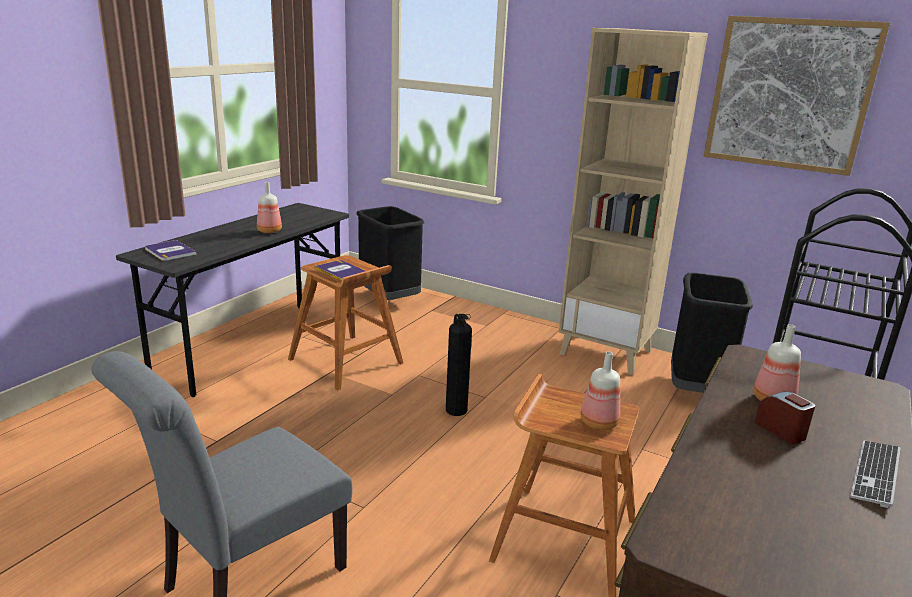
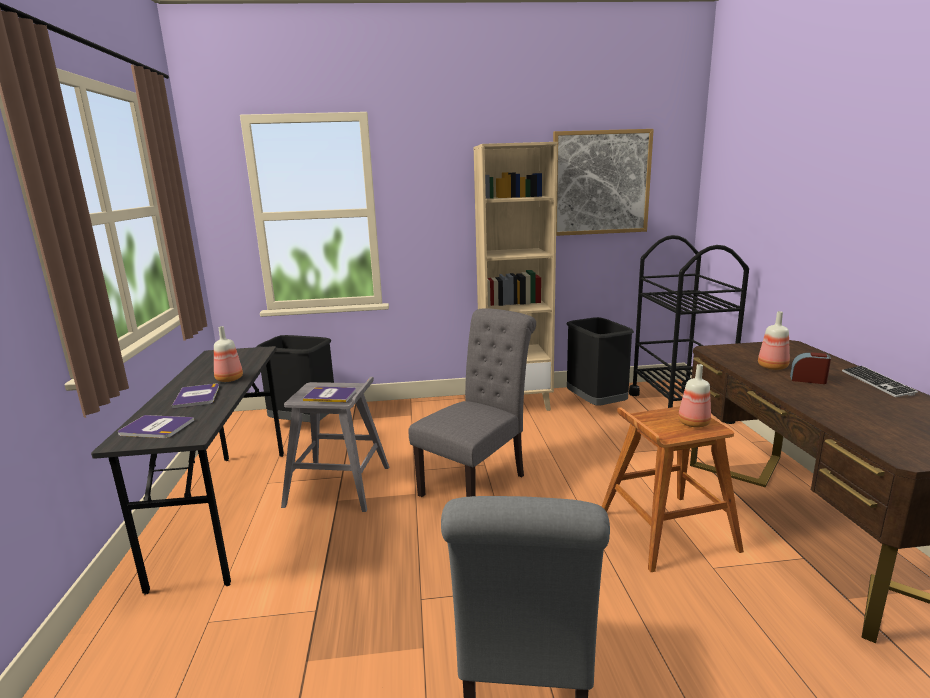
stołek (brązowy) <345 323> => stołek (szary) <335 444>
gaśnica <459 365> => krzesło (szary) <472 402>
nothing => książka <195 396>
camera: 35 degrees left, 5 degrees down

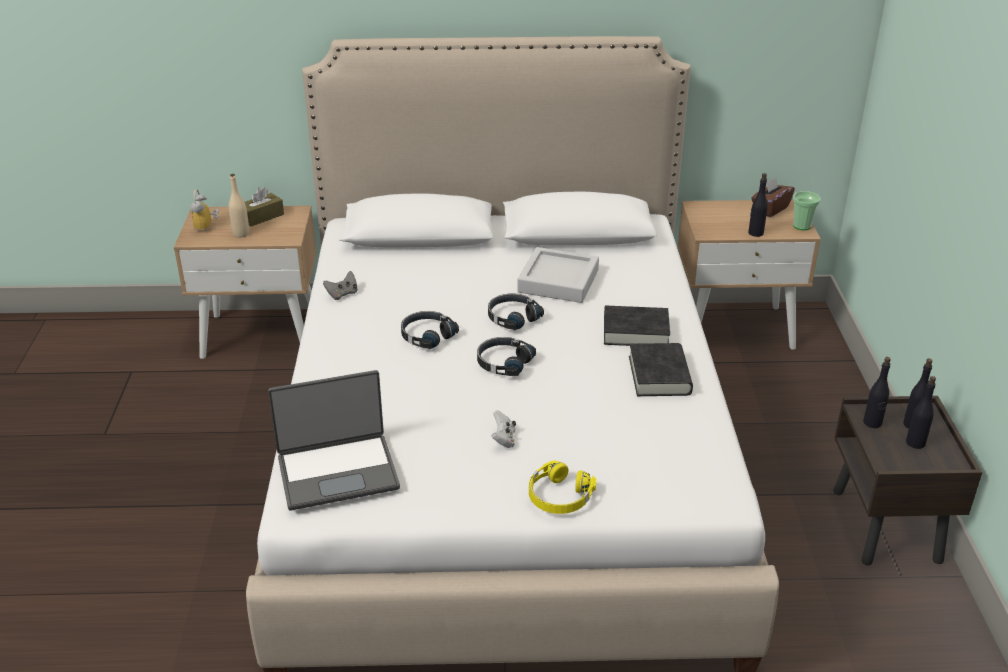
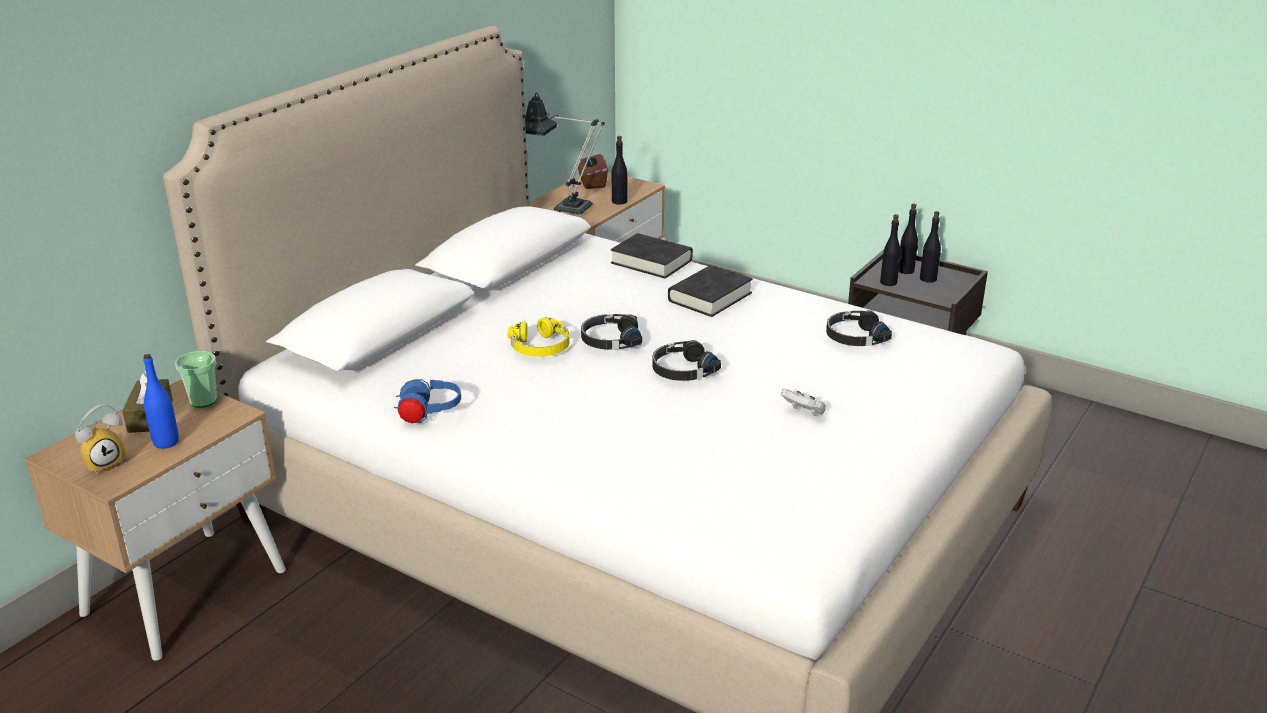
budzik <204 211> => budzik <100 439>, 75 degrees counterclockwise
butelka (beżowy) <239 206> => butelka (niebieski) <161 401>
laptop <334 440> => nothing
pad do gier (szary) <340 285> => słuchawki (niebieski) <427 401>
słuchawki (czarny) <430 330> => słuchawki (czarny) <859 328>, shifted
taca (szary) <558 275> => nothing
słuchawki (żółty) <562 487> => słuchawki (żółty) <538 337>, shifted
książka (czarny) <661 369> => książka (czarny) <652 256>, shifted
filiżanka <807 210> => filiżanka <196 379>, shifted
nothing => lampa stołowa <565 153>
camera: 55 degrees left, 5 degrees down

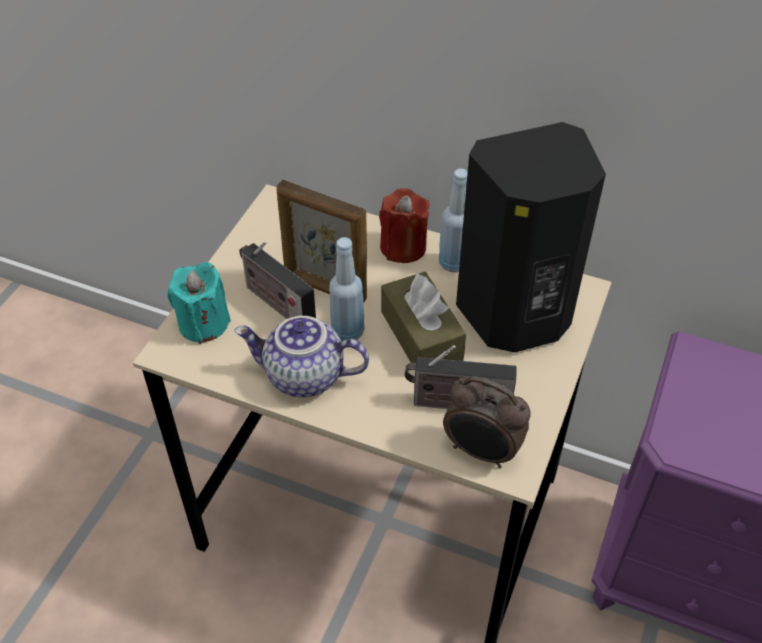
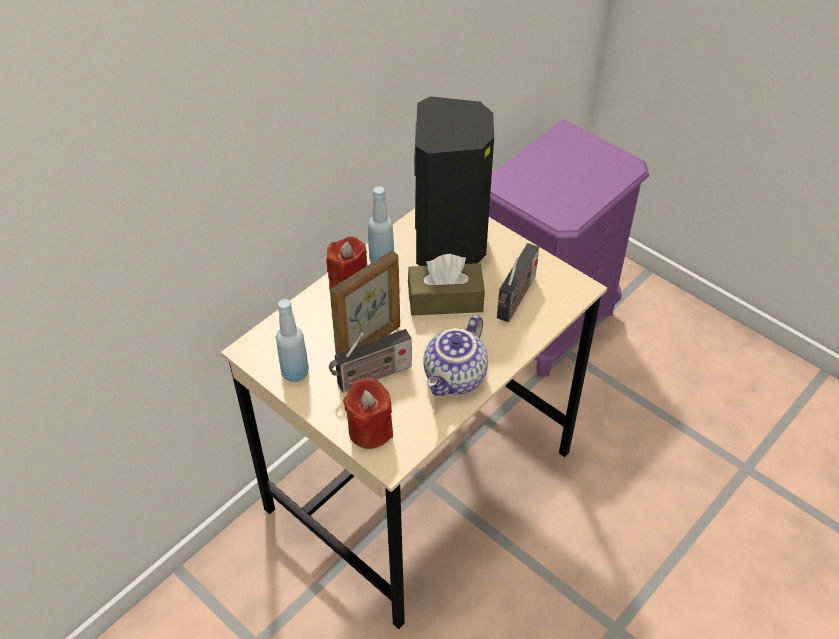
świeca (turkusowy) <199 303> => świeca (czerwony) <368 413>
butelka (niebieski) <347 289> => butelka (niebieski) <292 340>, shifted
budzik <486 422> => nothing
camera: 70 degrees left, 0 degrees up

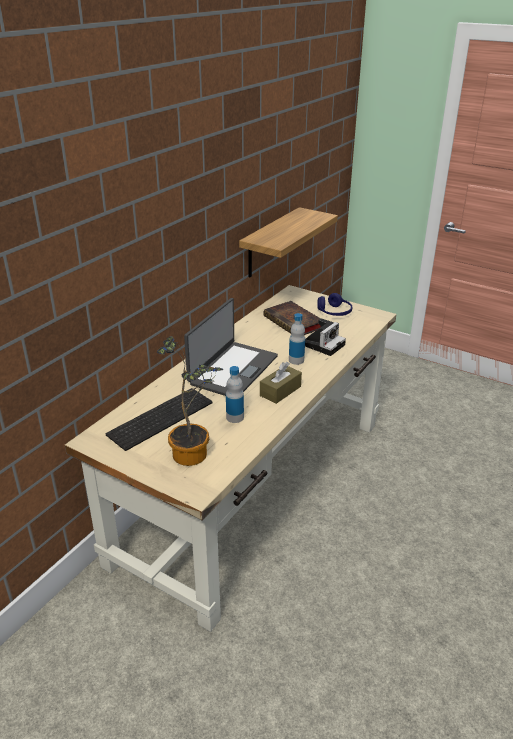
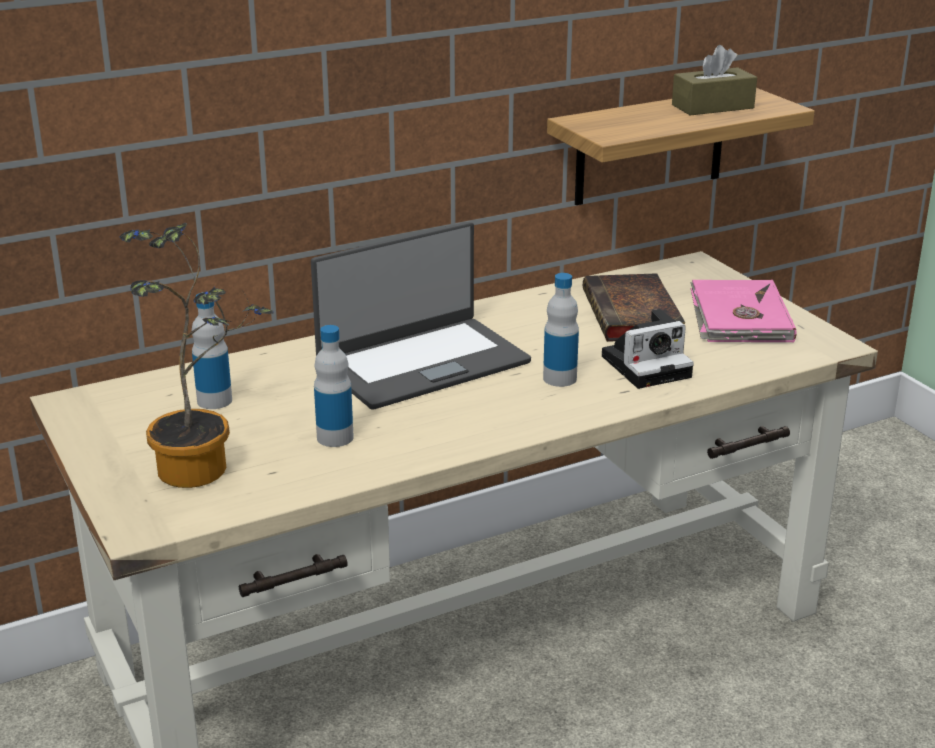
klawiatura <159 419> => butelka <212 350>
pudełko chusteczek (brązowy) <281 383> => pudełko chusteczek (brązowy) <714 80>, shifted
słuchawki (niebieski) <334 304> => książka (różowy) <743 311>
camera: 30 degrees right, 5 degrees down

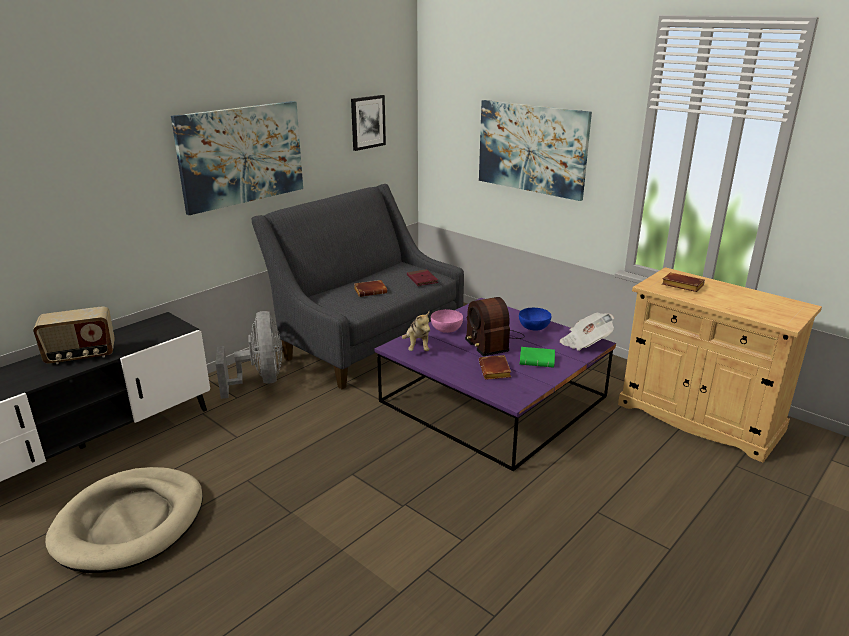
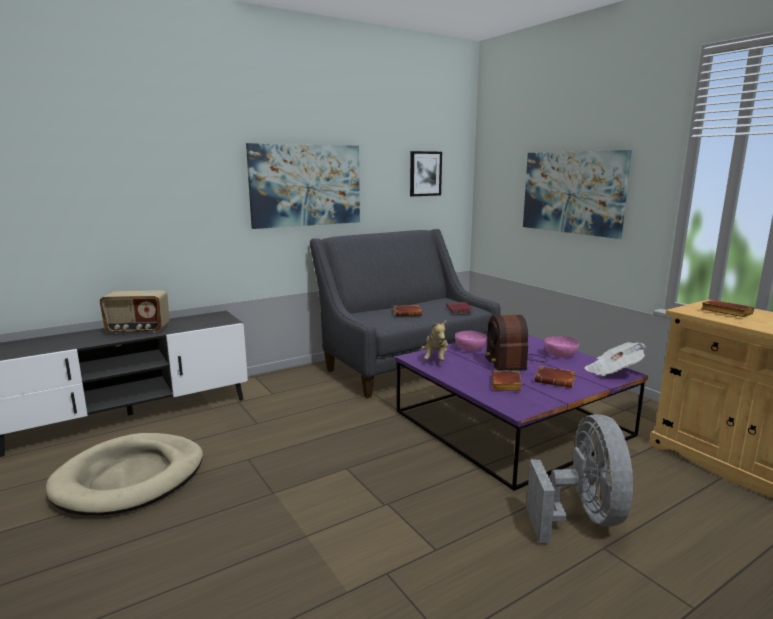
wentylator (szary) <249 355> => wentylator (szary) <580 478>, shifted
miska (niebieski) <535 319> => miska (różowy) <561 347>
książka (zielony) <537 357> => książka (brązowy) <555 377>
camera: 15 degrees right, 10 degrees down

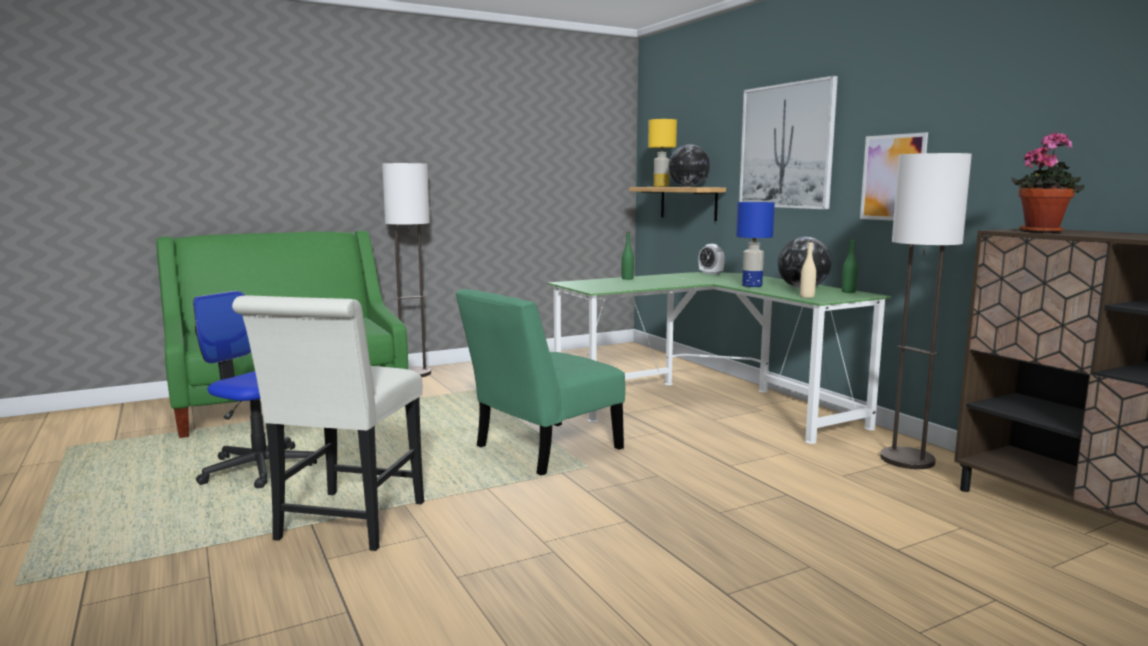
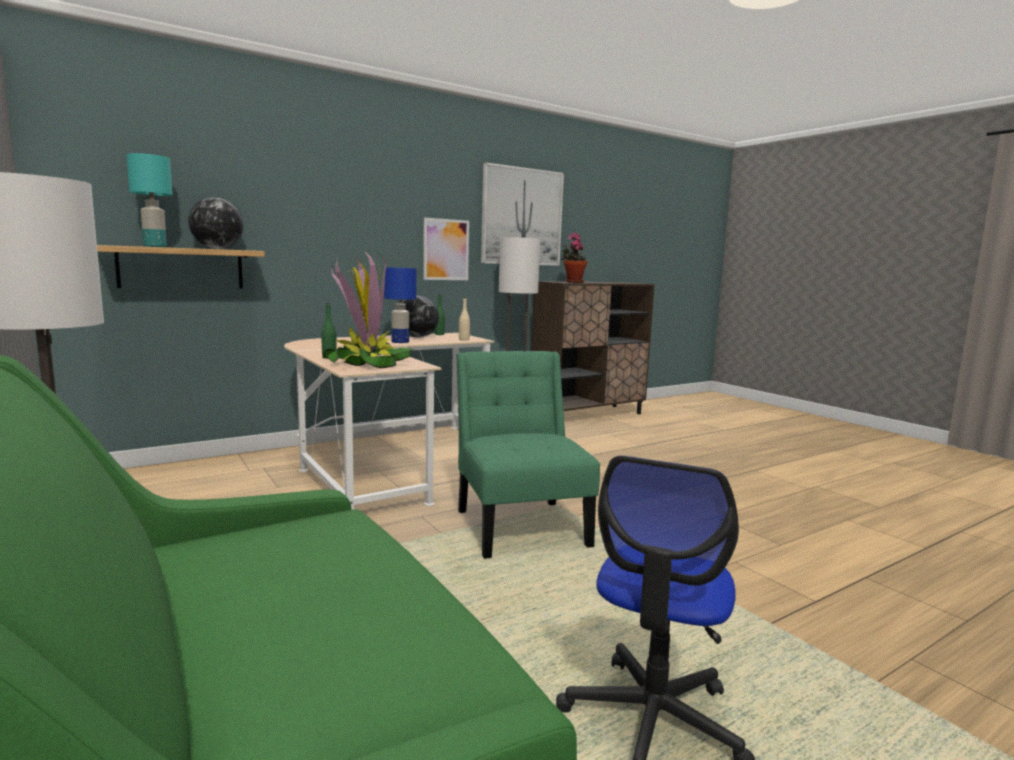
krzesło (biały) <328 423> => nothing
krzesło (zielony) <540 382> => krzesło (zielony) <528 455>, 150 degrees counterclockwise
biurko (zielony) <720 358> => biurko (beżowy) <389 421>
lampa stołowa (żółty) <662 153> => lampa stołowa (turkusowy) <149 200>
budzik <712 259> => nothing
obraz <788 142> => obraz <522 214>, shifted
nothing => roślina doniczkowa <368 309>
camera: 95 degrees left, 0 degrees up

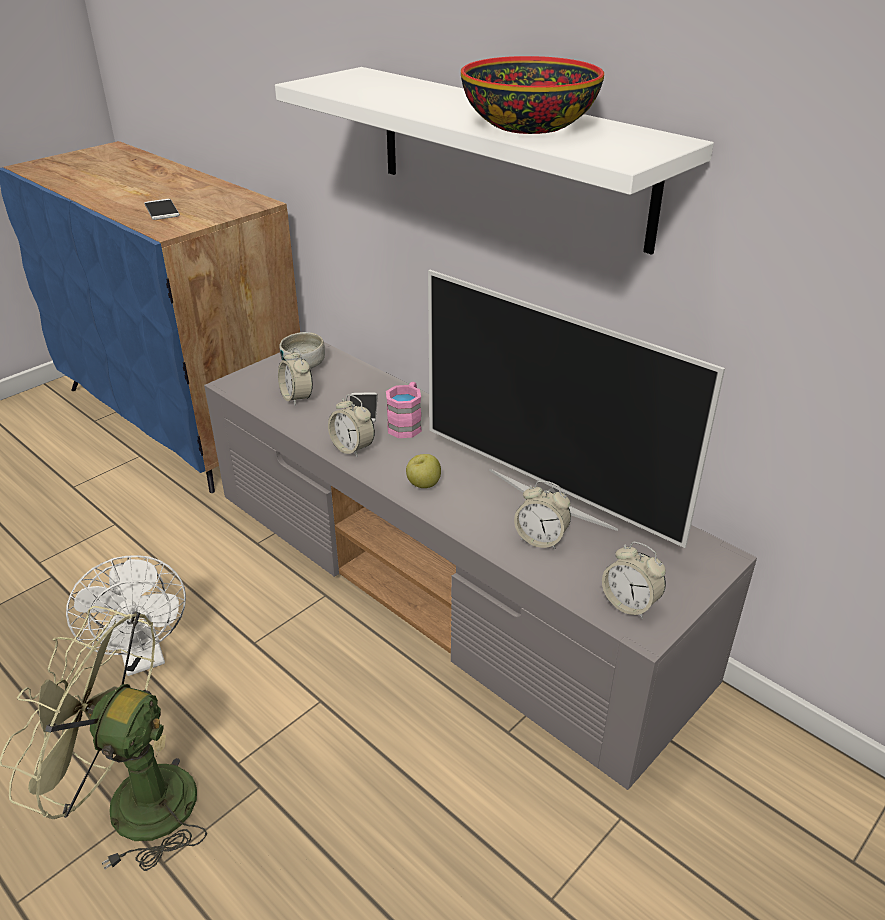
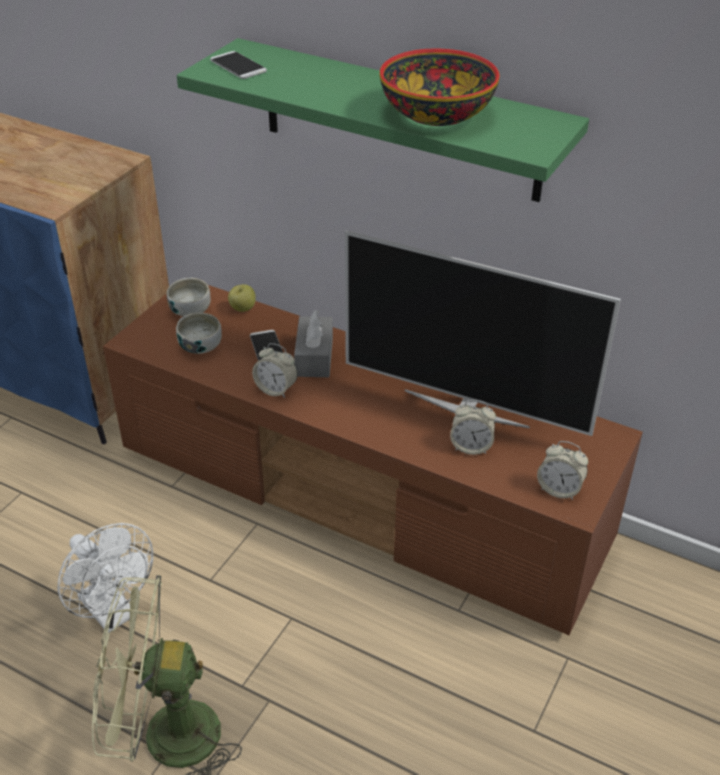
telefon <162 209> => telefon <238 65>, shifted
szafka pod telewizor (szary) <480 566> => szafka pod telewizor (brązowy) <373 460>
półka (biały) <494 161> => półka (zielony) <383 120>
budzik <295 376> => miska <199 333>
kubek (różowy) <404 410> => pudełko chusteczek (szary) <313 343>
jabłko <423 471> => jabłko <242 298>, shifted
camera: 15 degrees left, 5 degrees up

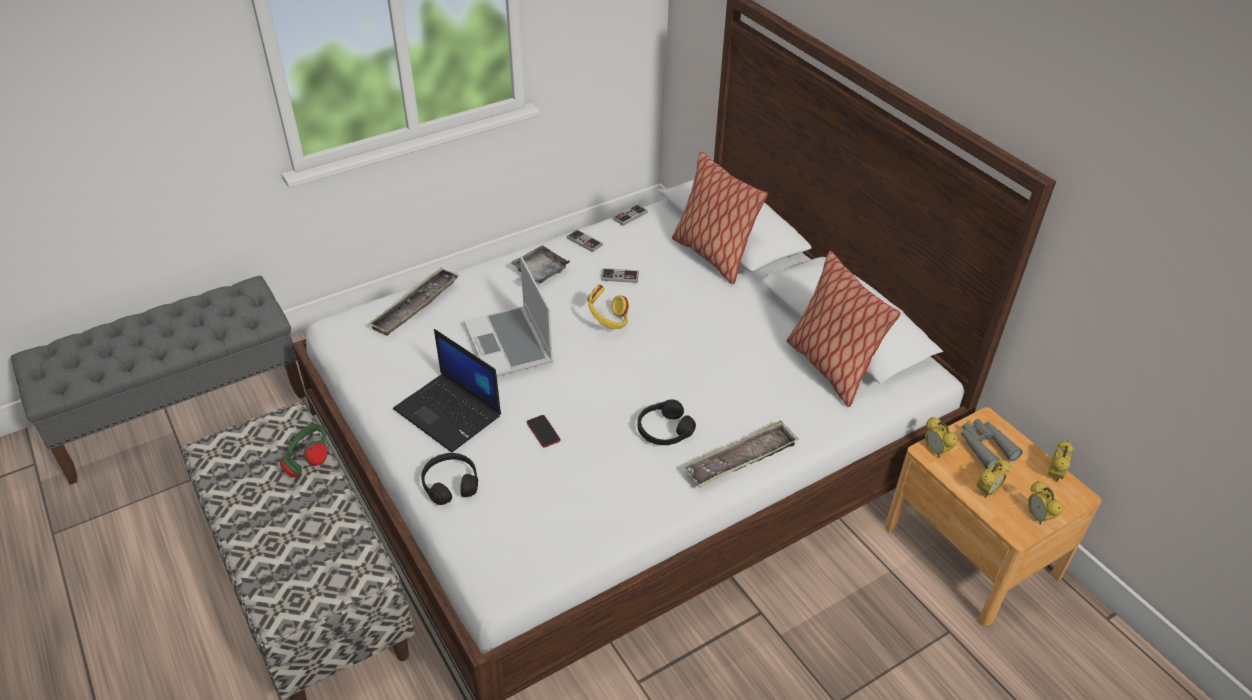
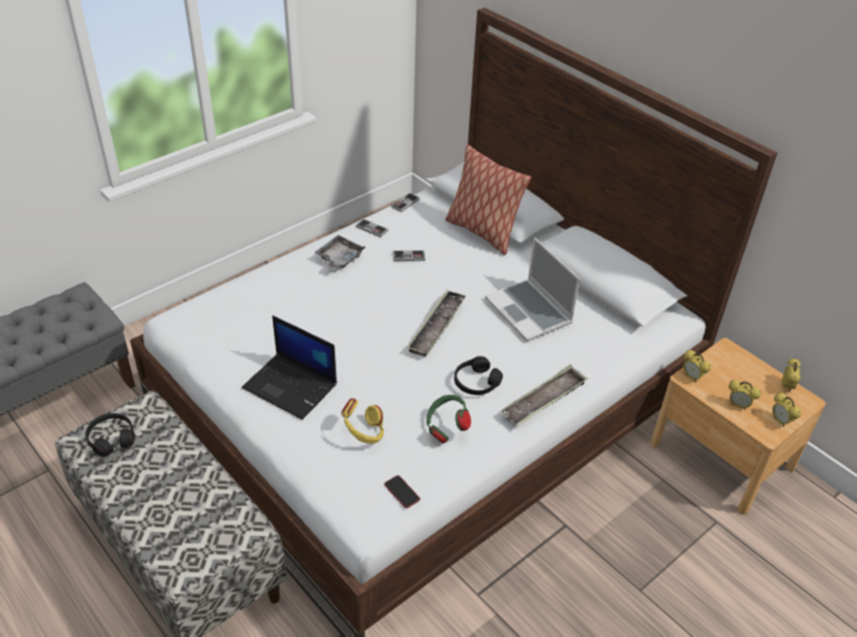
słuchawki (zielony) <303 450> => słuchawki (zielony) <448 419>, shifted
taca <414 302> => taca <436 323>, shifted
słuchawki (czarny) <449 479> => słuchawki (czarny) <110 434>, shifted
laptop <508 316> => laptop <532 289>, shifted
telefon <544 431> => telefon <402 491>, shifted
słuchawki (żółty) <608 307> => słuchawki (żółty) <362 421>, shifted
poduszka <844 329> => nothing
lornetka (szary) <992 444> => nothing
budzik <994 479> => budzik <745 395>, 75 degrees clockwise
camera: 10 degrees left, 0 degrees up

